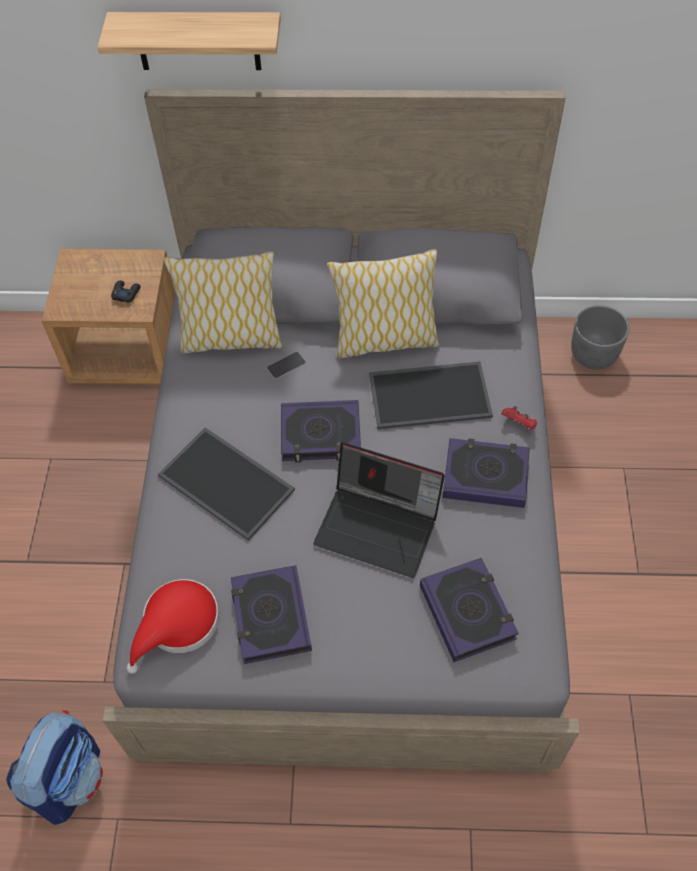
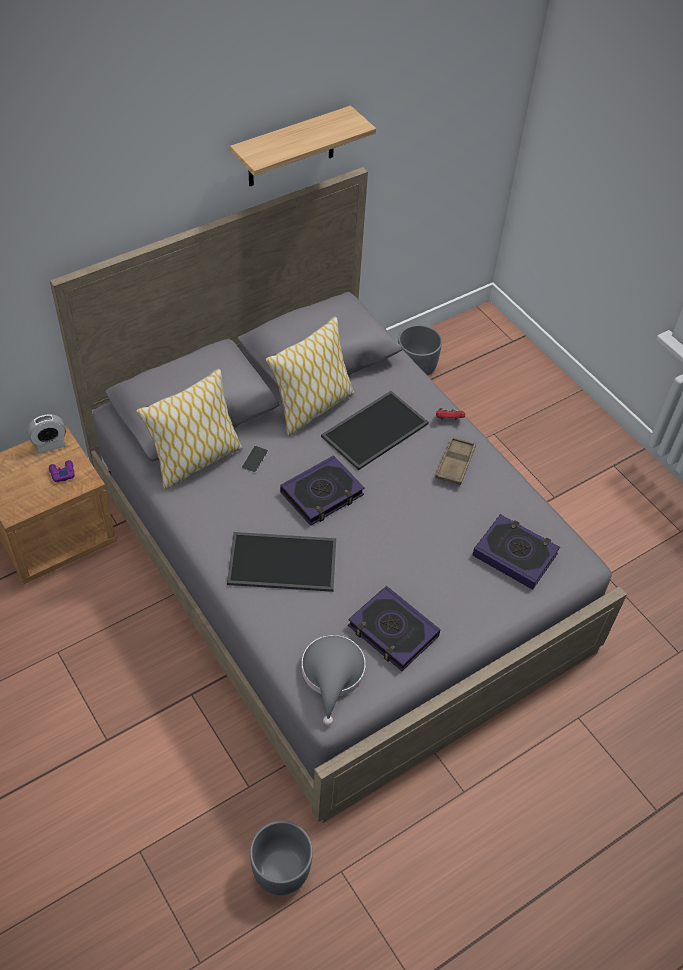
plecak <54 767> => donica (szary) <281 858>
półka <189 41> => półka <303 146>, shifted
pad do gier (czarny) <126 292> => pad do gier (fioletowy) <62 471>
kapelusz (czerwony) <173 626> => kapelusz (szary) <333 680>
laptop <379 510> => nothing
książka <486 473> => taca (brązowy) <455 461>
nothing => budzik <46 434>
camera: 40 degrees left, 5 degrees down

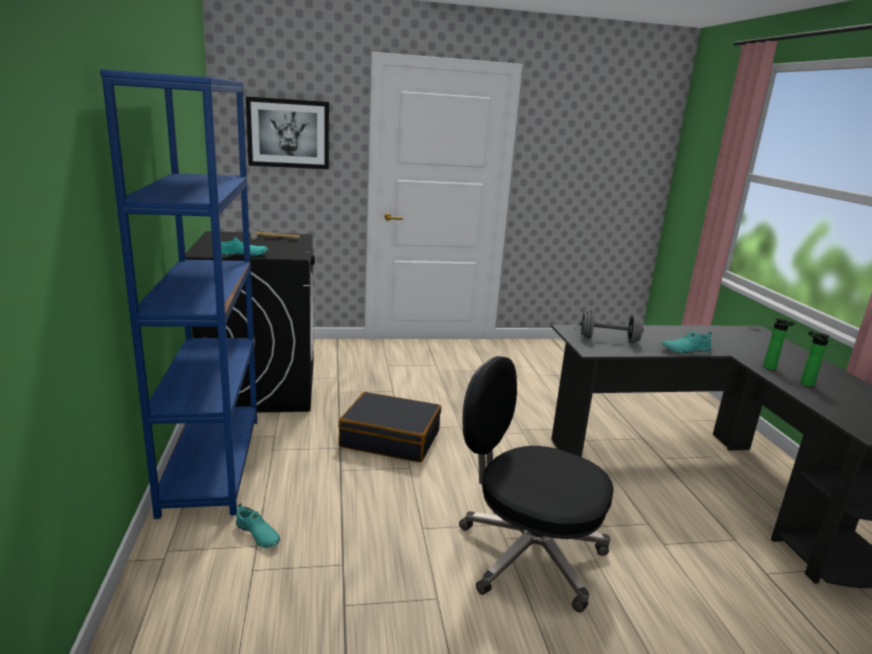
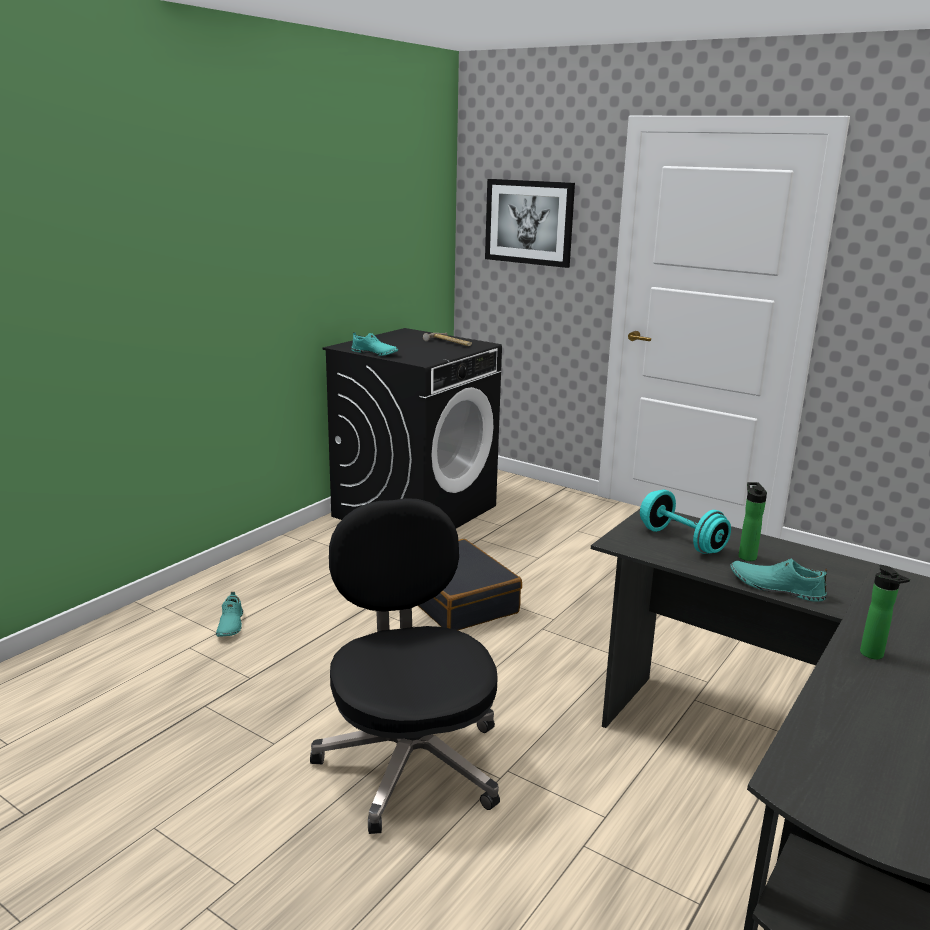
regał (niebieski) <178 294> => nothing
hantel (szary) <611 327> => hantel (turkusowy) <685 521>
butelka <815 359> => butelka <753 521>, shifted
camera: 45 degrees right, 0 degrees up

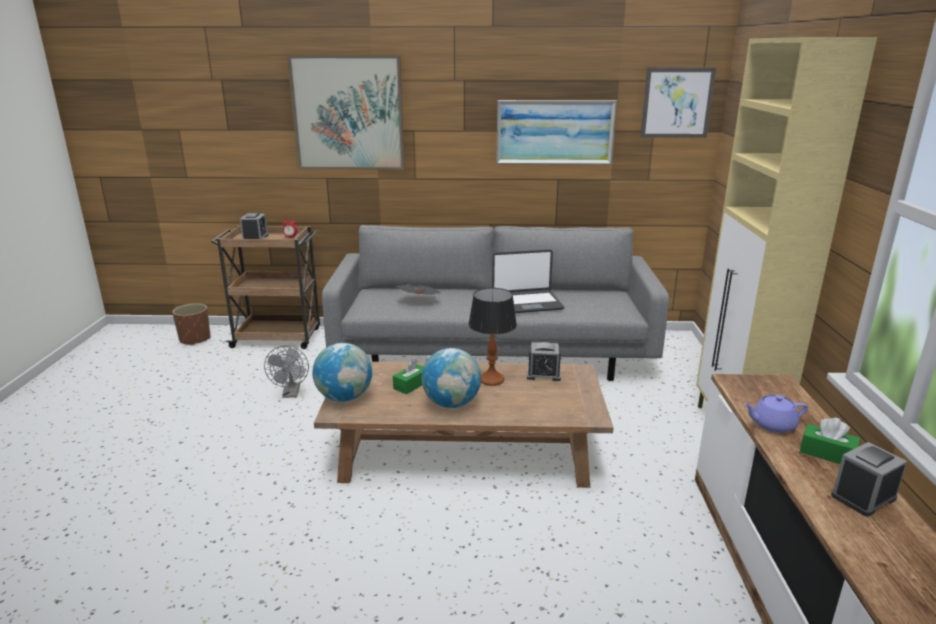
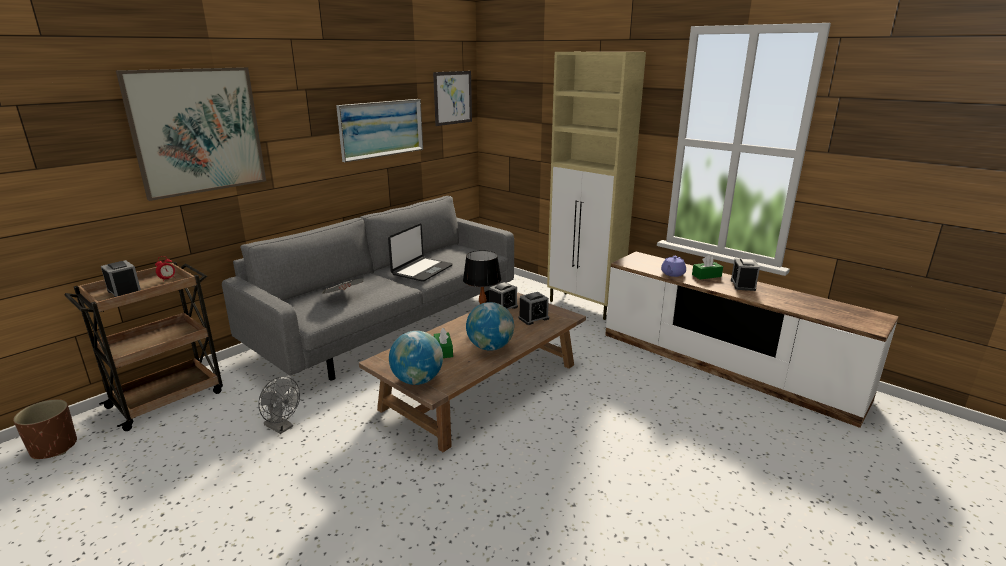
nothing => budzik <533 308>
camera: 50 degrees left, 0 degrees up

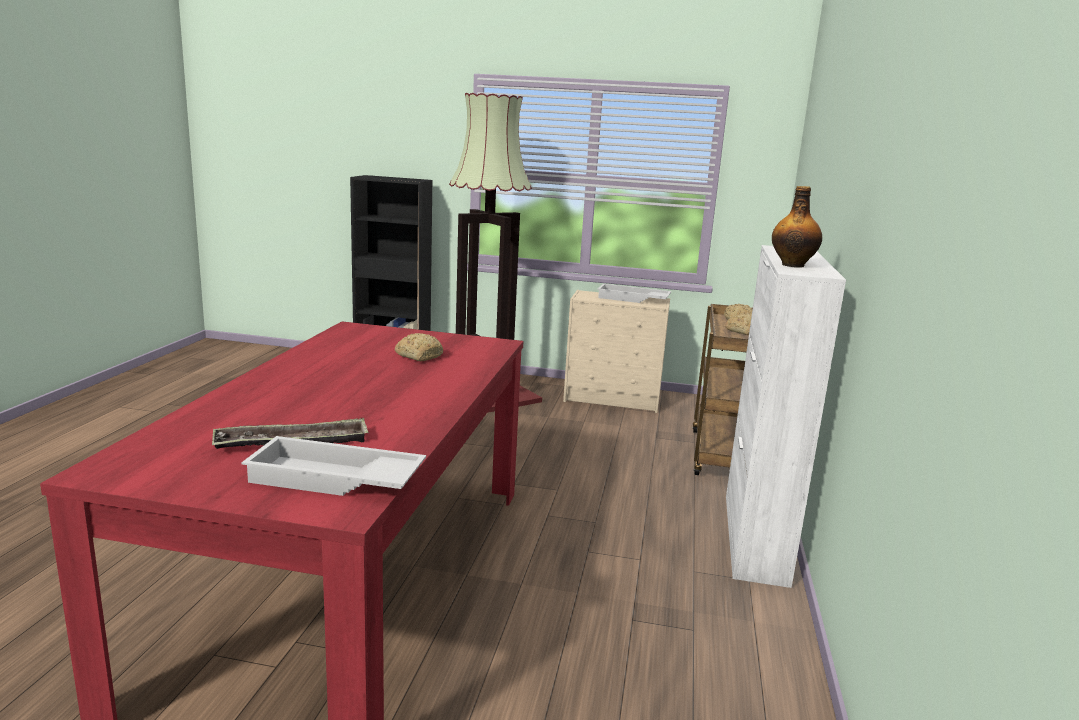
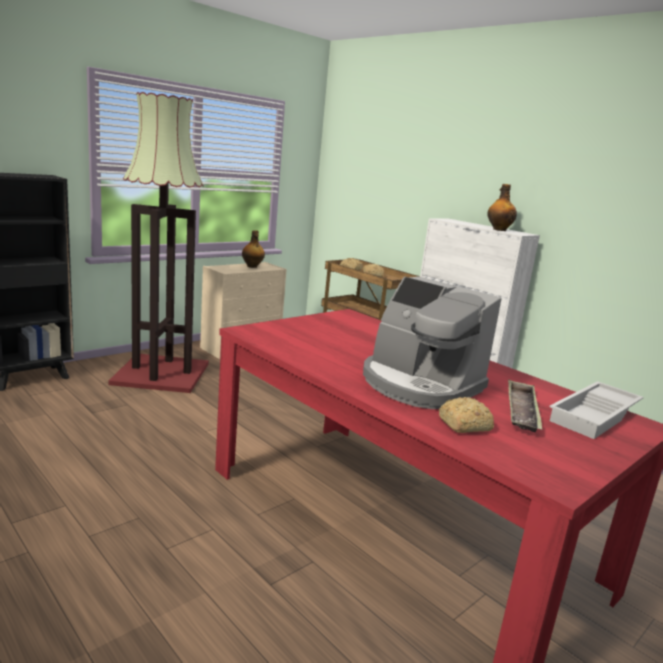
chleb <419 347> => chleb <466 415>, shifted
taca (biały) <634 293> => butelka <253 249>
nothing => ekspres do kawy <432 342>
camera: 55 degrees left, 0 degrees up

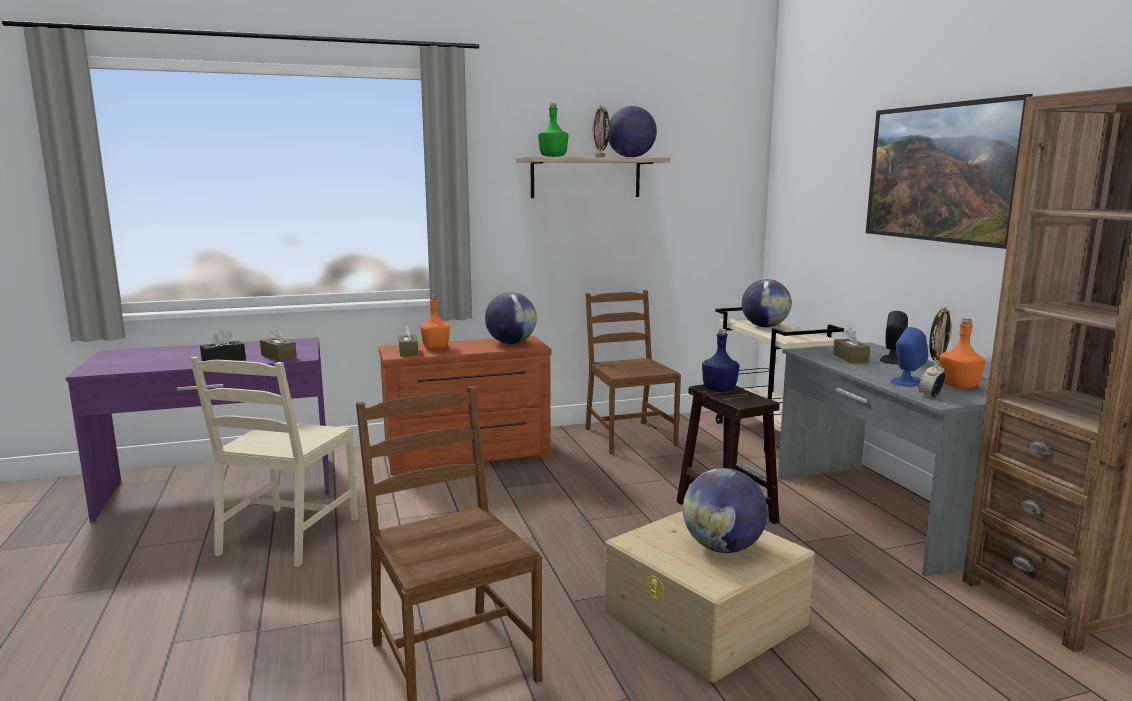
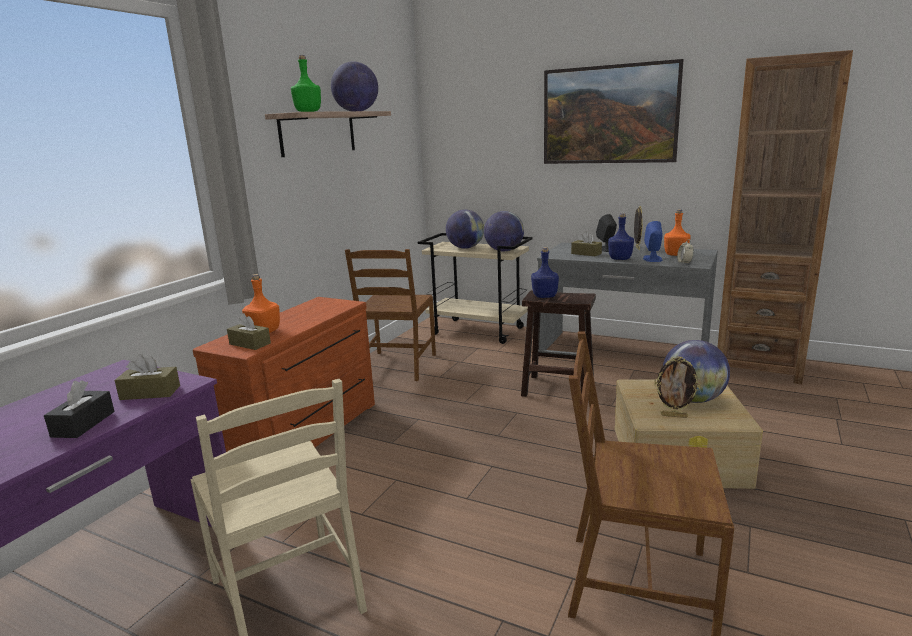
globus <511 318> => globus <504 231>, shifted
krzesło (brązowy) <633 372> => krzesło (brązowy) <390 315>, 105 degrees counterclockwise
ramka na zdjęcie <601 131> => ramka na zdjęcie <677 387>, shifted
nothing => butelka (niebieski) <621 236>
camera: 45 degrees left, 5 degrees up

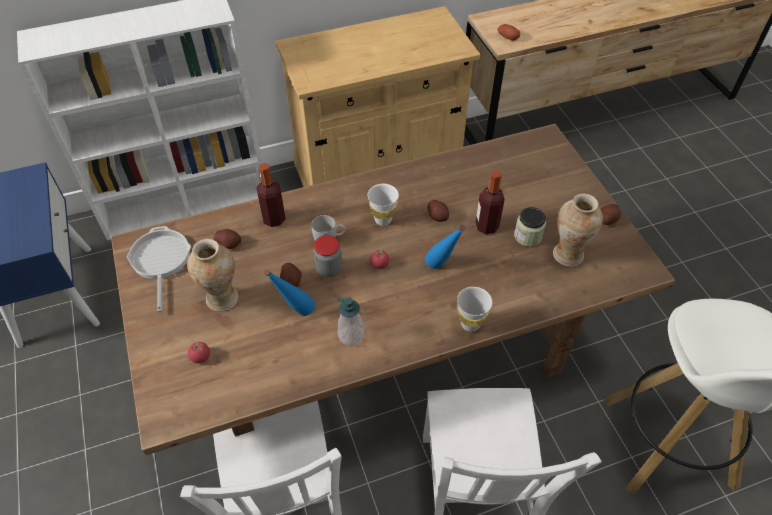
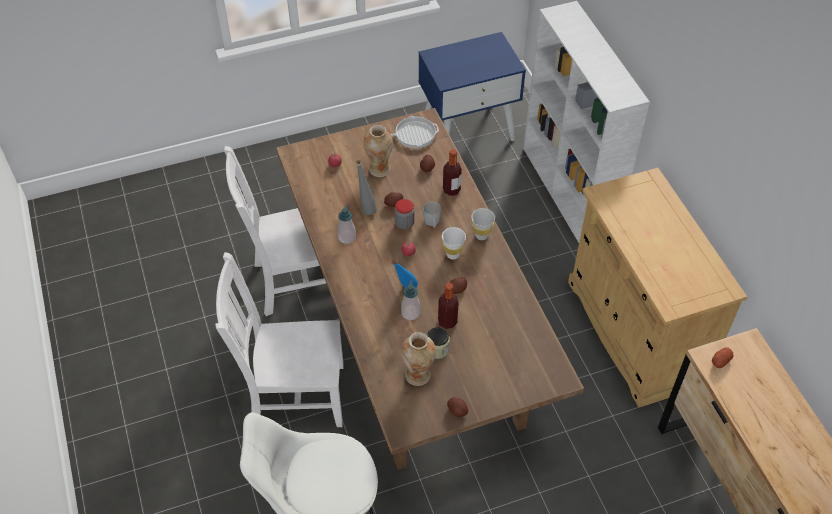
butelka (niebieski) <289 292> => butelka (szary) <366 187>
filiżanka (biały) <474 309> => filiżanka (biały) <483 224>, shifted
nothing => dozownik mydła <410 300>
camera: 90 degrees right, 0 degrees up

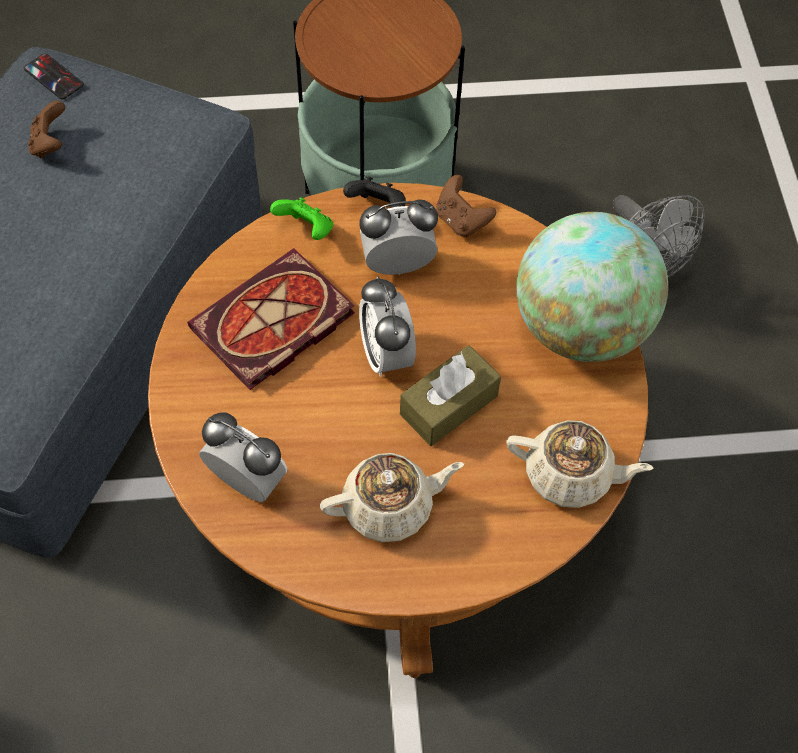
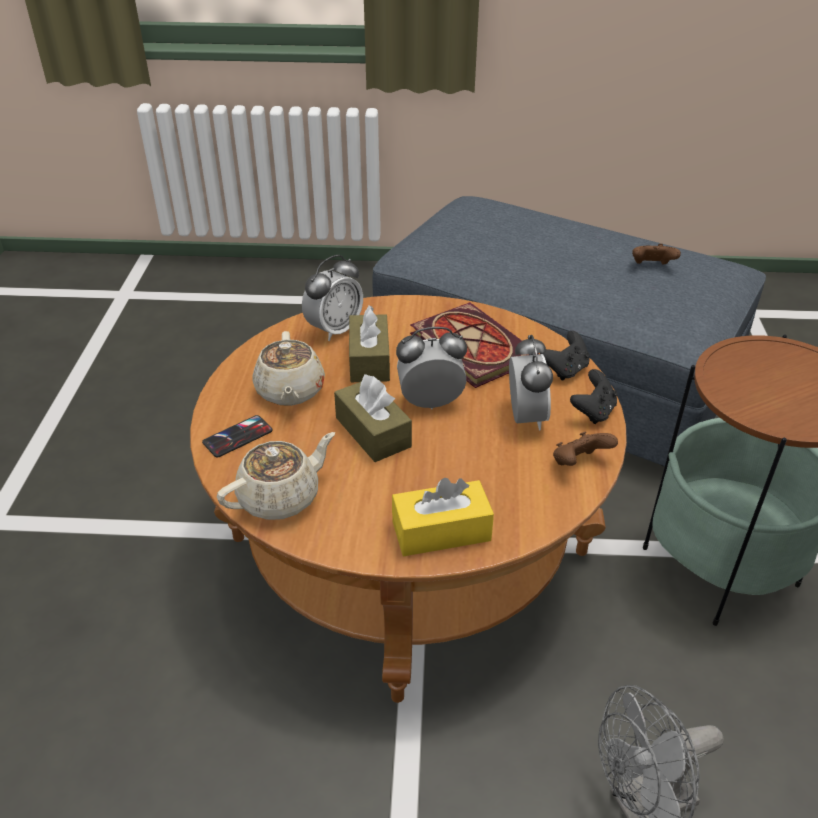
telefon <54 76> => telefon <237 436>, shifted
pad do gier (zielony) <301 218> => pad do gier (czarny) <565 356>
imbryk (beżowy) <579 464> => imbryk (beżowy) <276 476>, 150 degrees counterclockwise
globus <592 287> => pudełko chusteczek (żółty) <443 517>
nothing => pudełko chusteczek (brązowy) <369 344>
camera: 100 degrees right, 20 degrees down

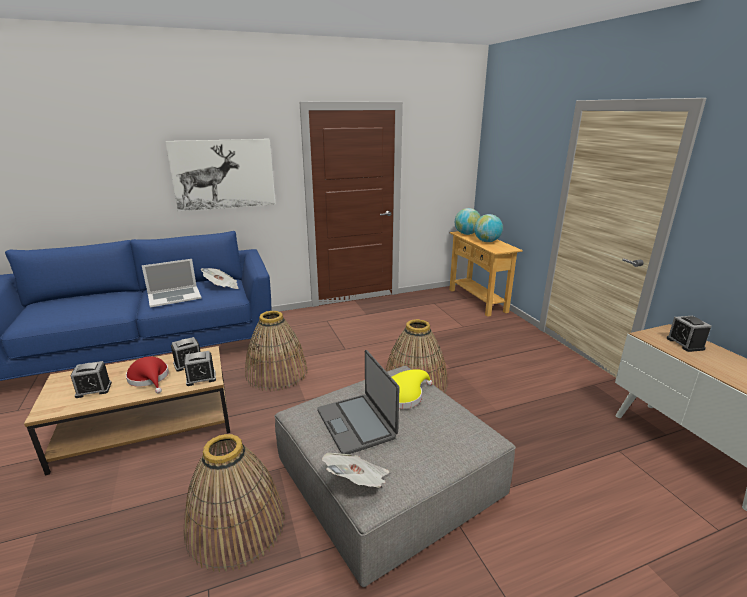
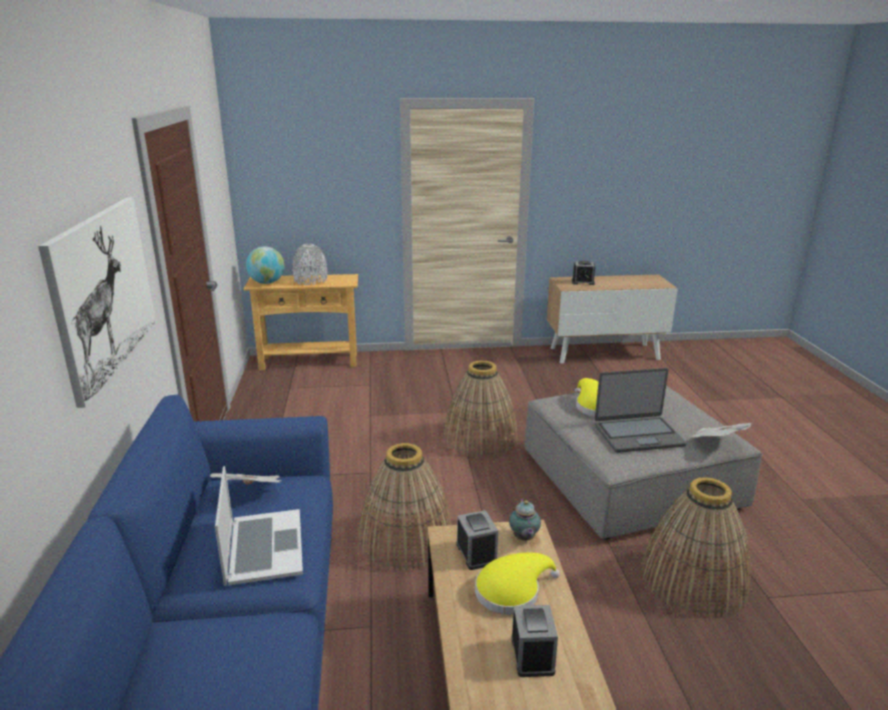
kapelusz (czerwony) <147 374> => kapelusz (żółty) <517 584>
budzik <200 368> => imbryk <525 519>
globus <488 228> => wazon (szary) <310 264>
camera: 75 degrees left, 0 degrees up

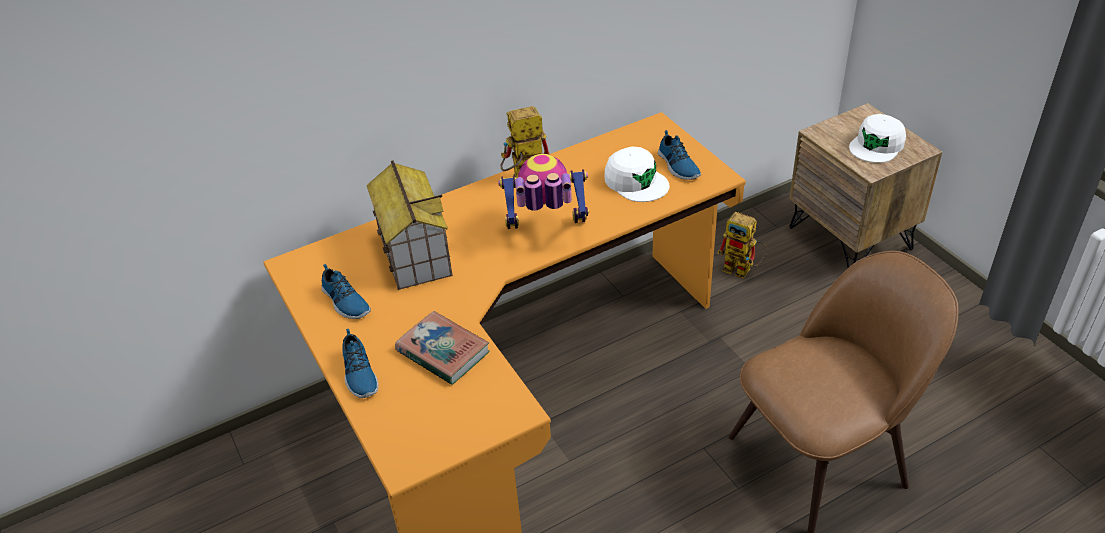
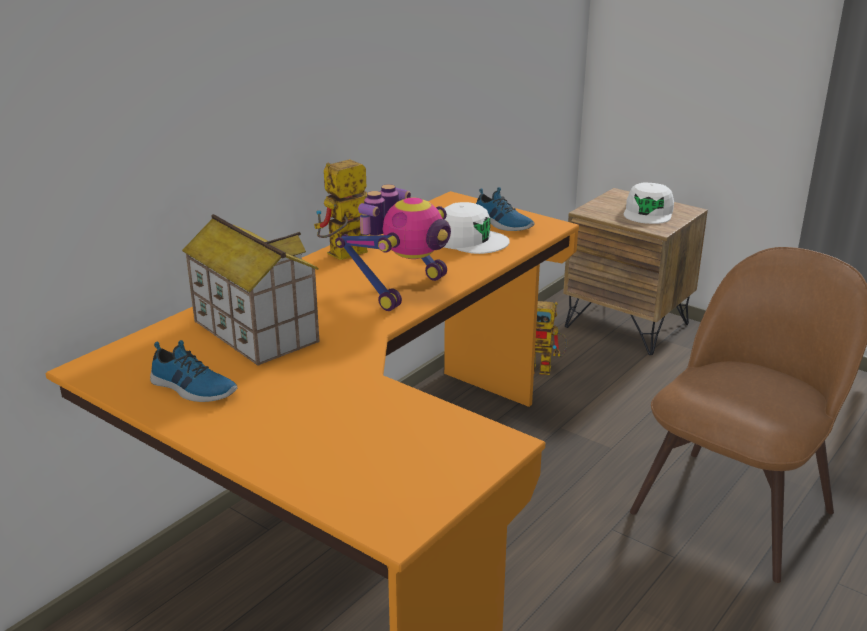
but <360 363> => nothing
książka <442 348> => nothing
robot zabawkowy <543 191> => robot zabawkowy <393 247>, 150 degrees clockwise
camera: 25 degrees left, 15 degrees down

